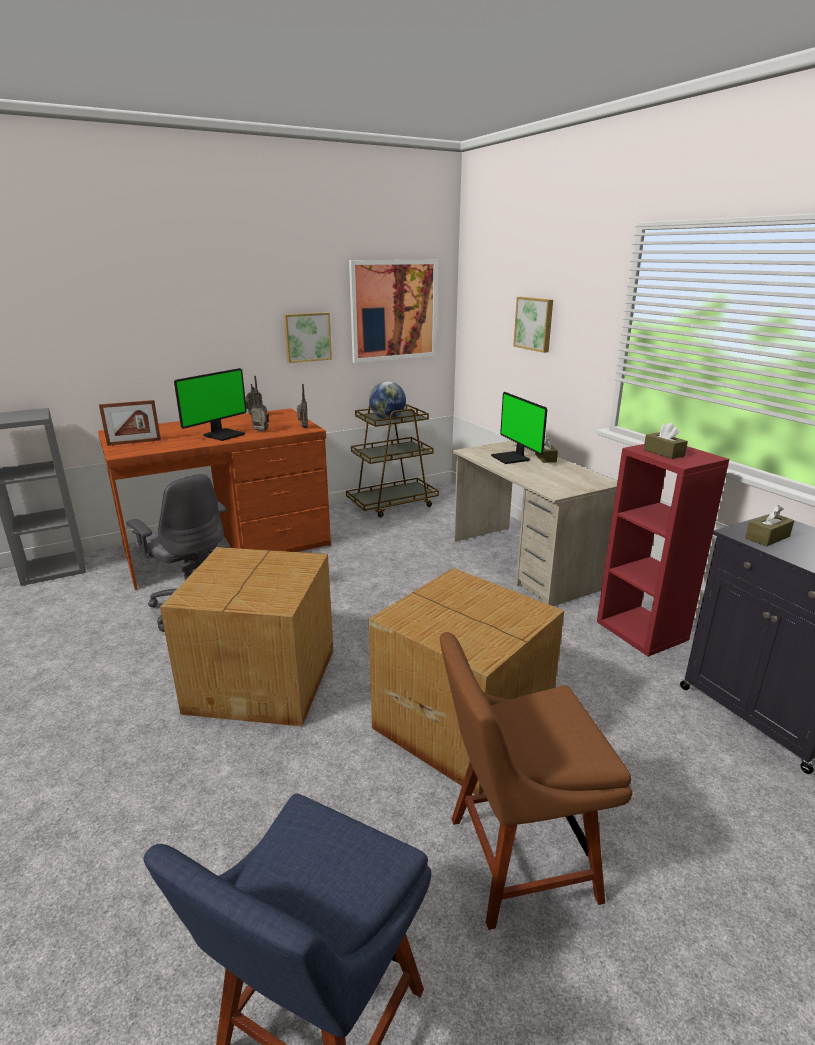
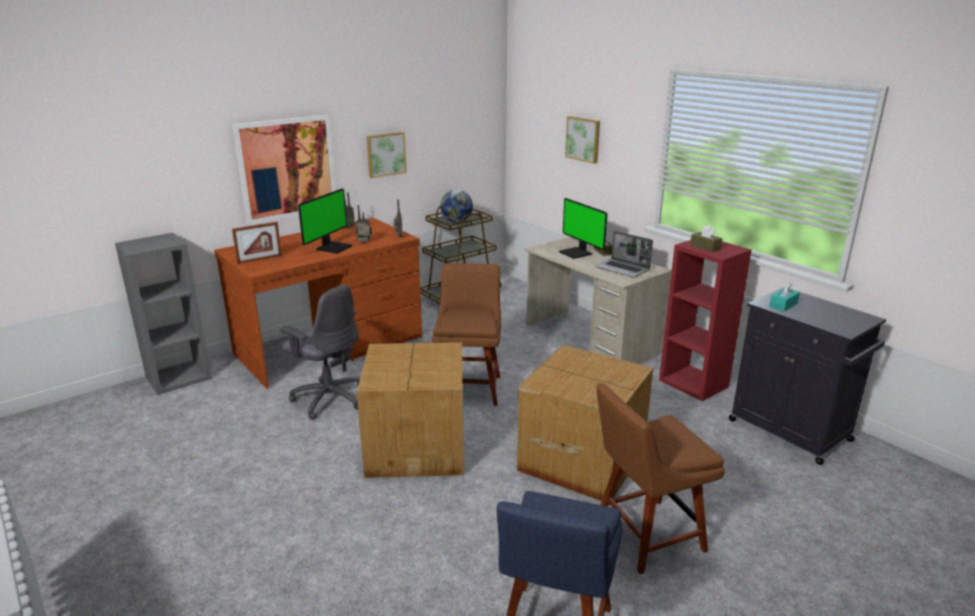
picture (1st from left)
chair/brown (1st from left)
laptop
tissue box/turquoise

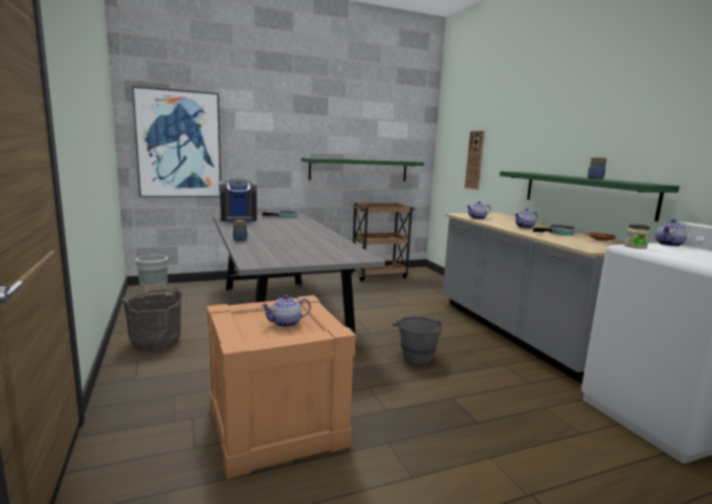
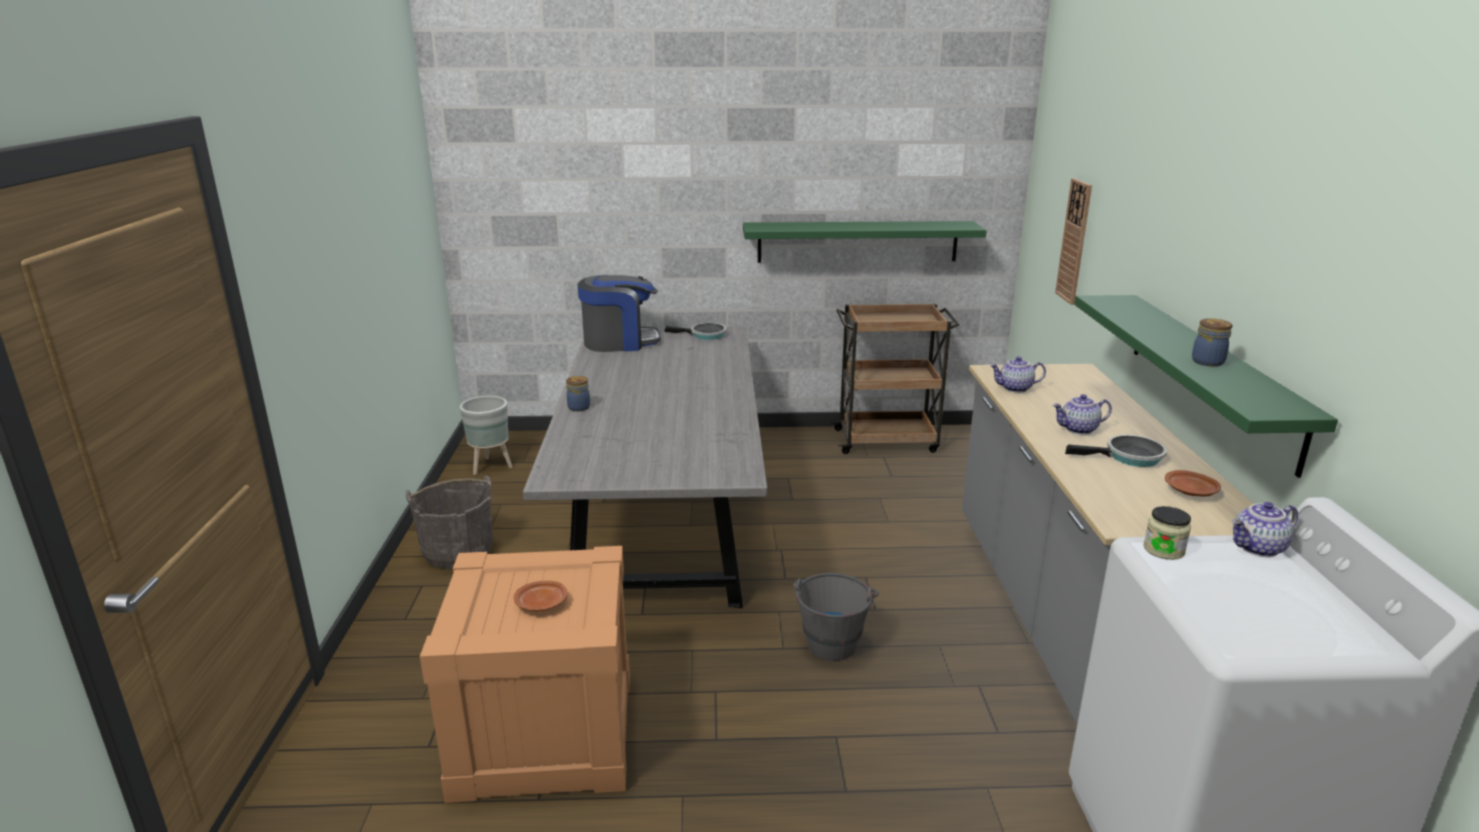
plate/brown (1st from left)
coffee machine
picture

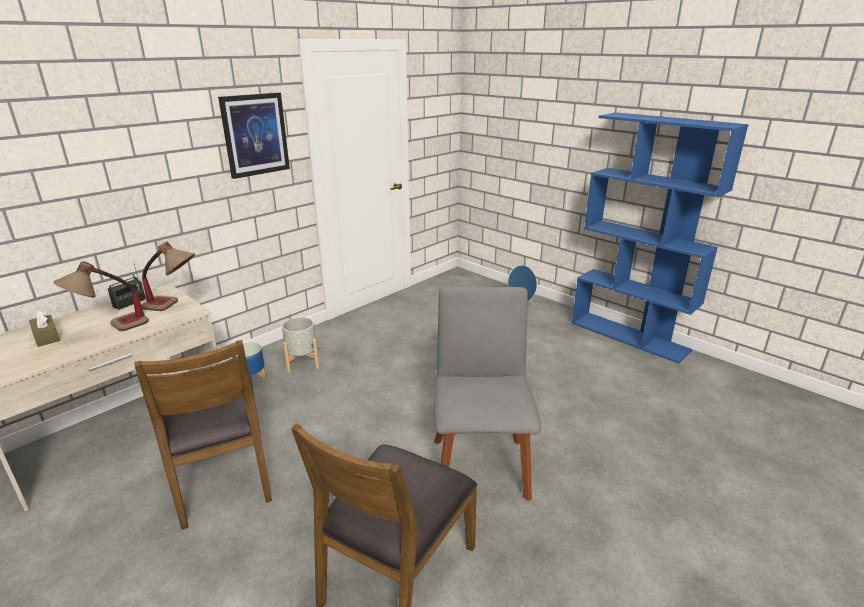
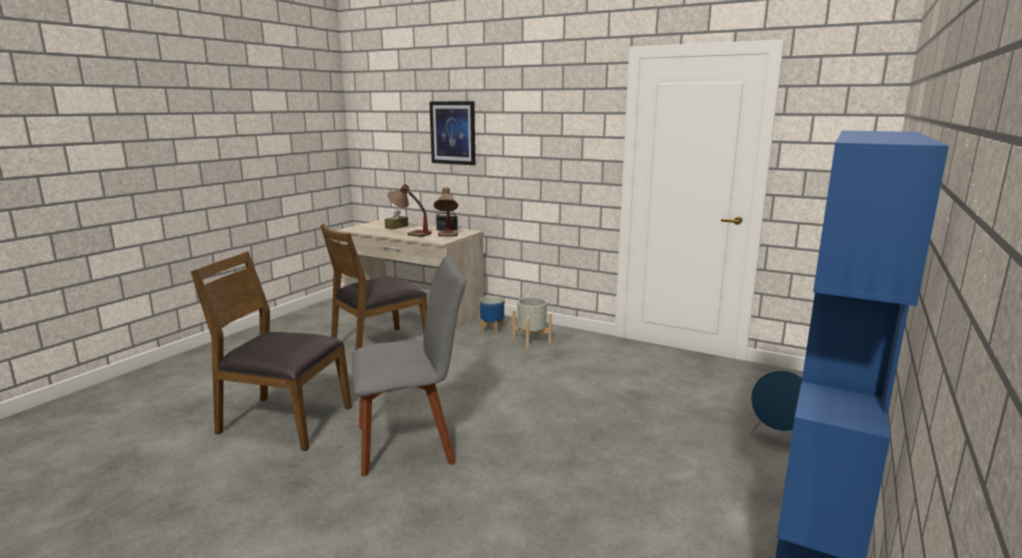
picture

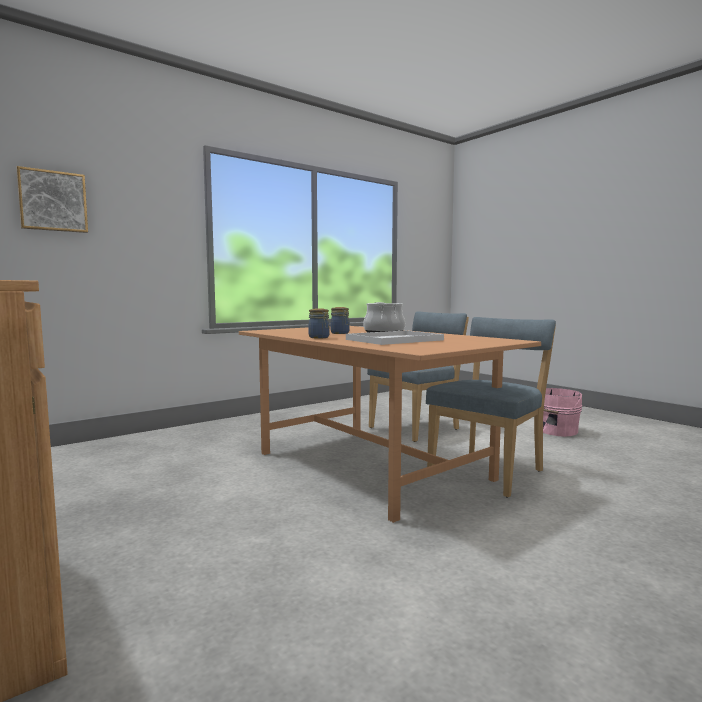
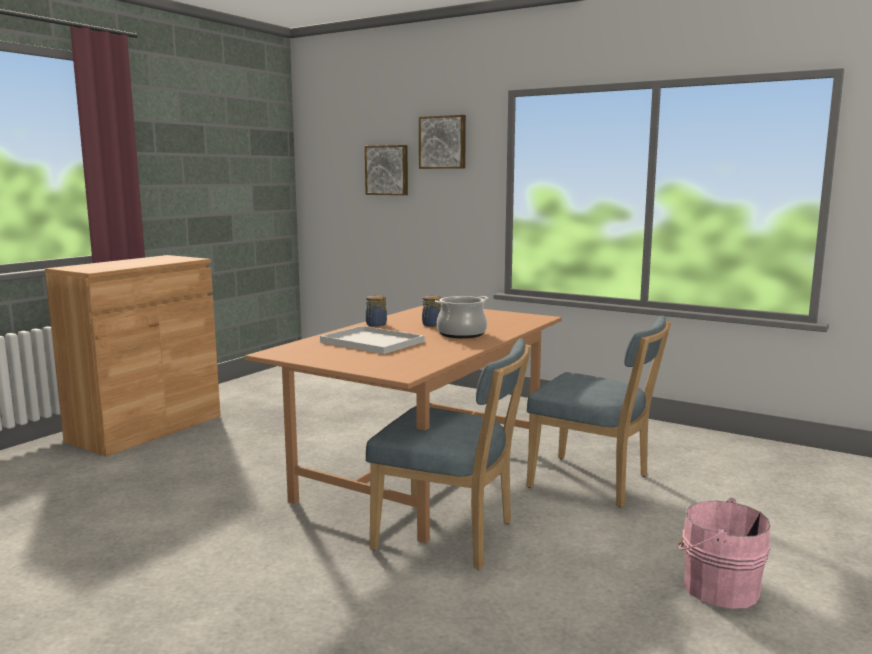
picture (2nd from left)

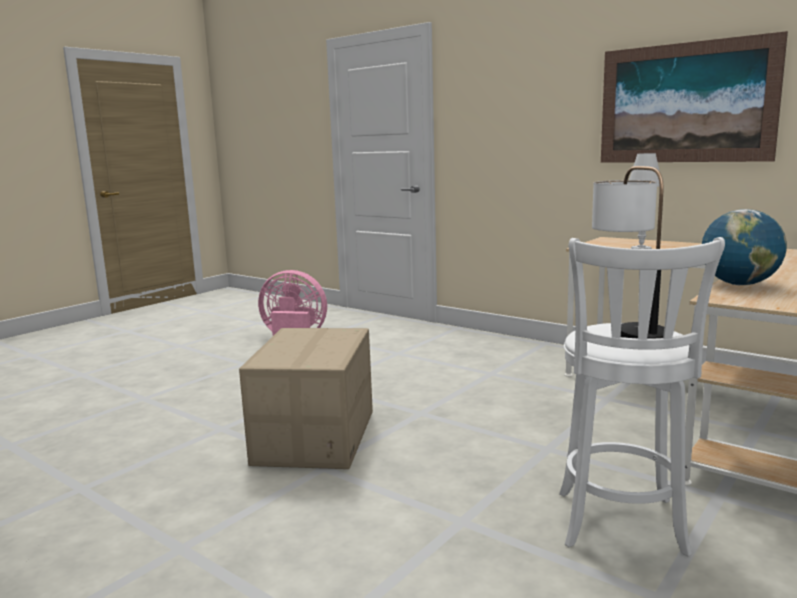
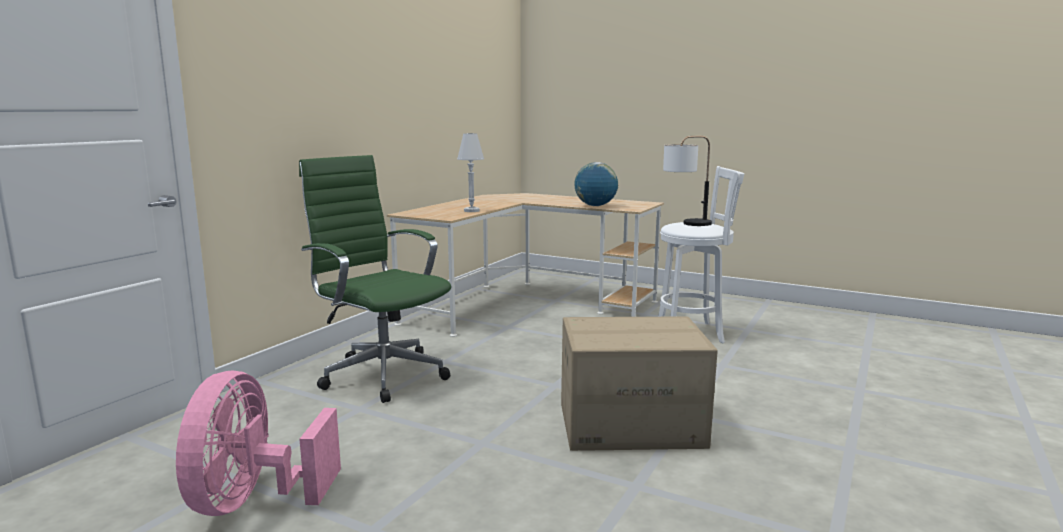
office chair/green
picture

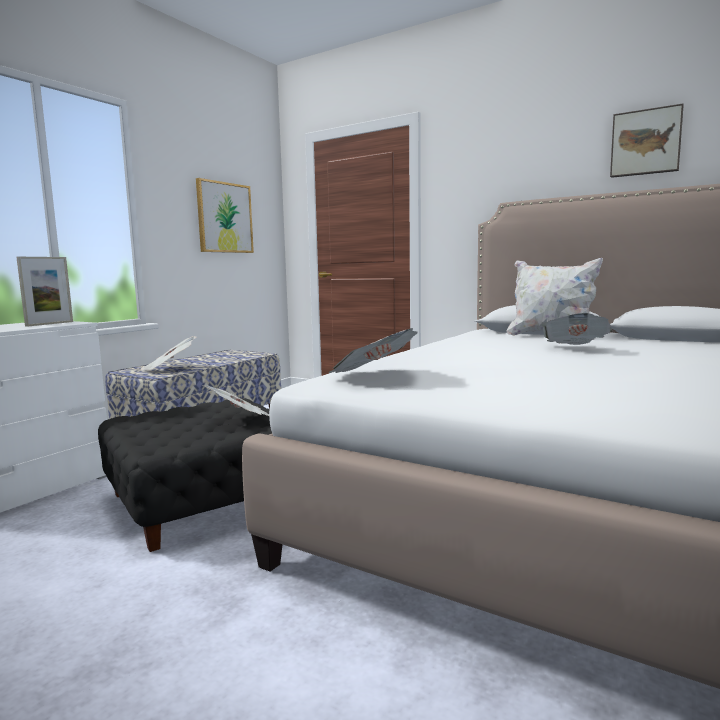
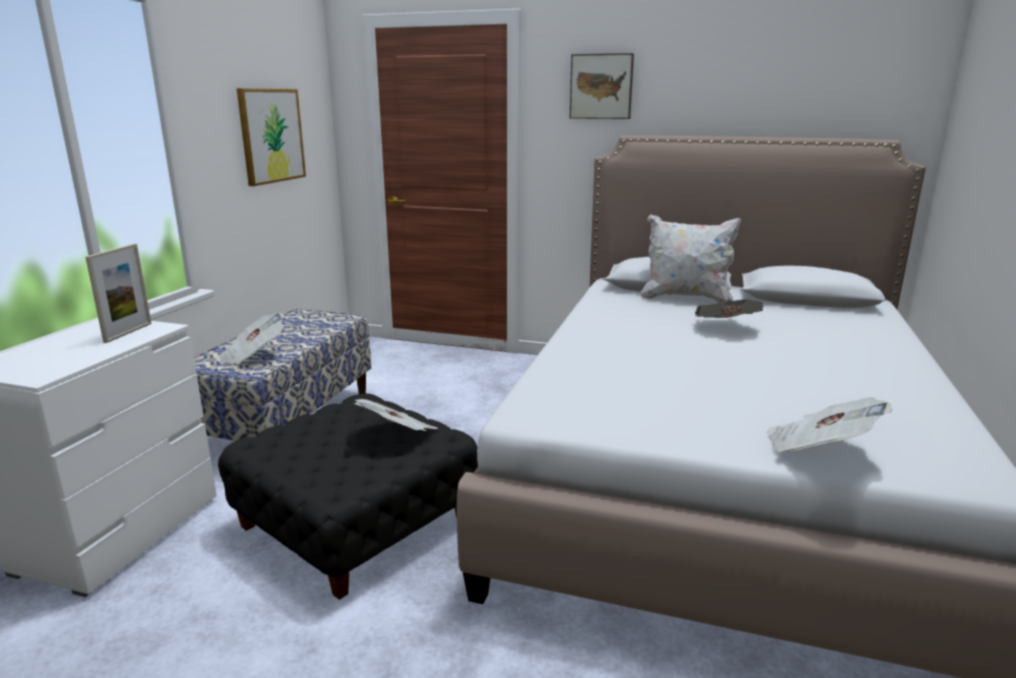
picture (2nd from left)
newspaper (4th from left)

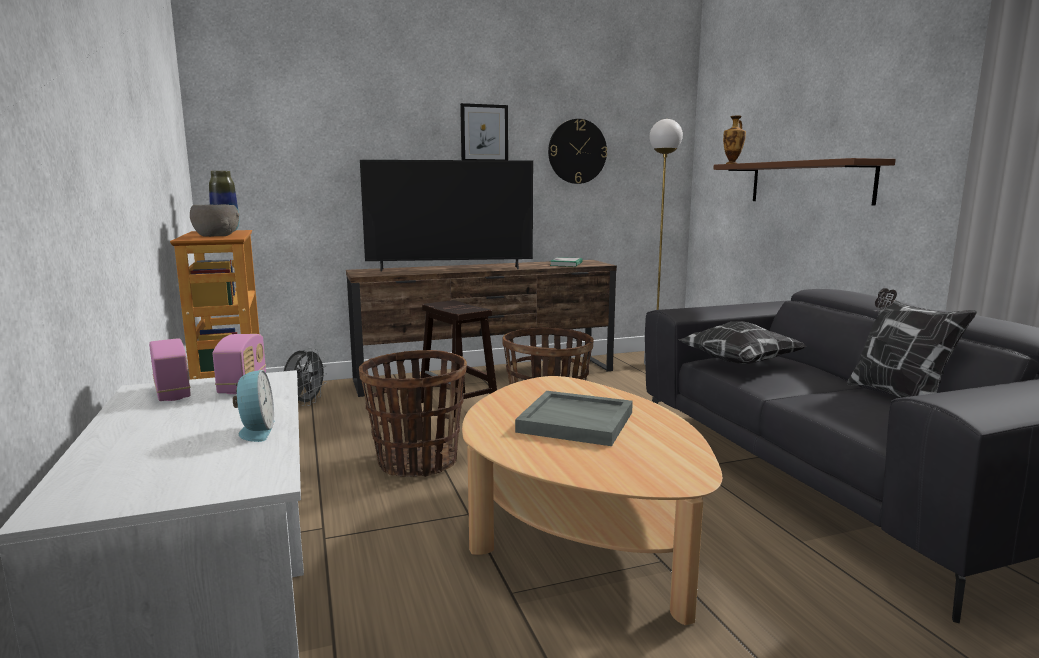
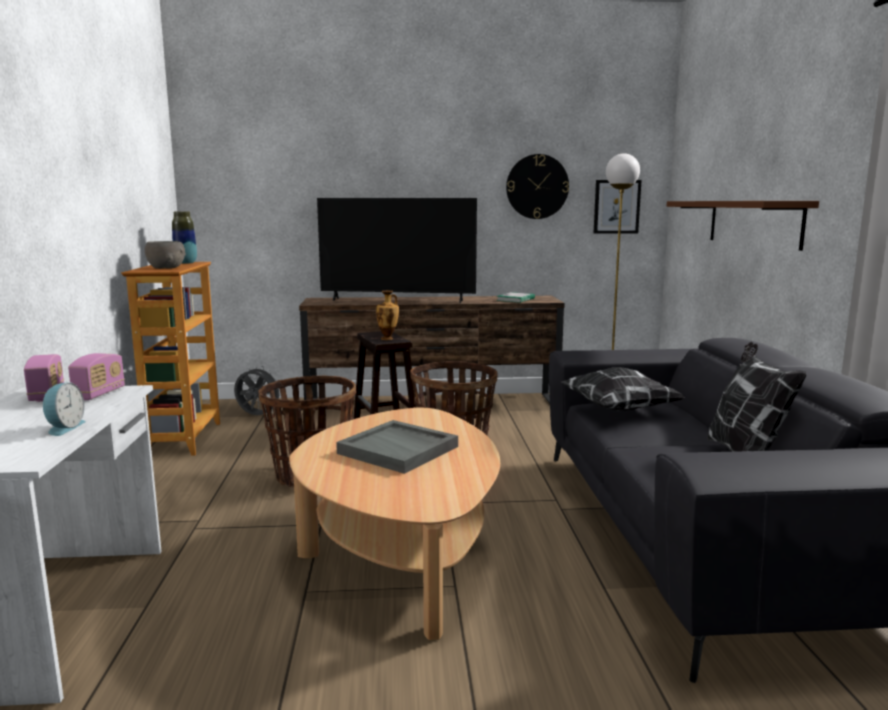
fan/grey
vase (2nd from left)
picture

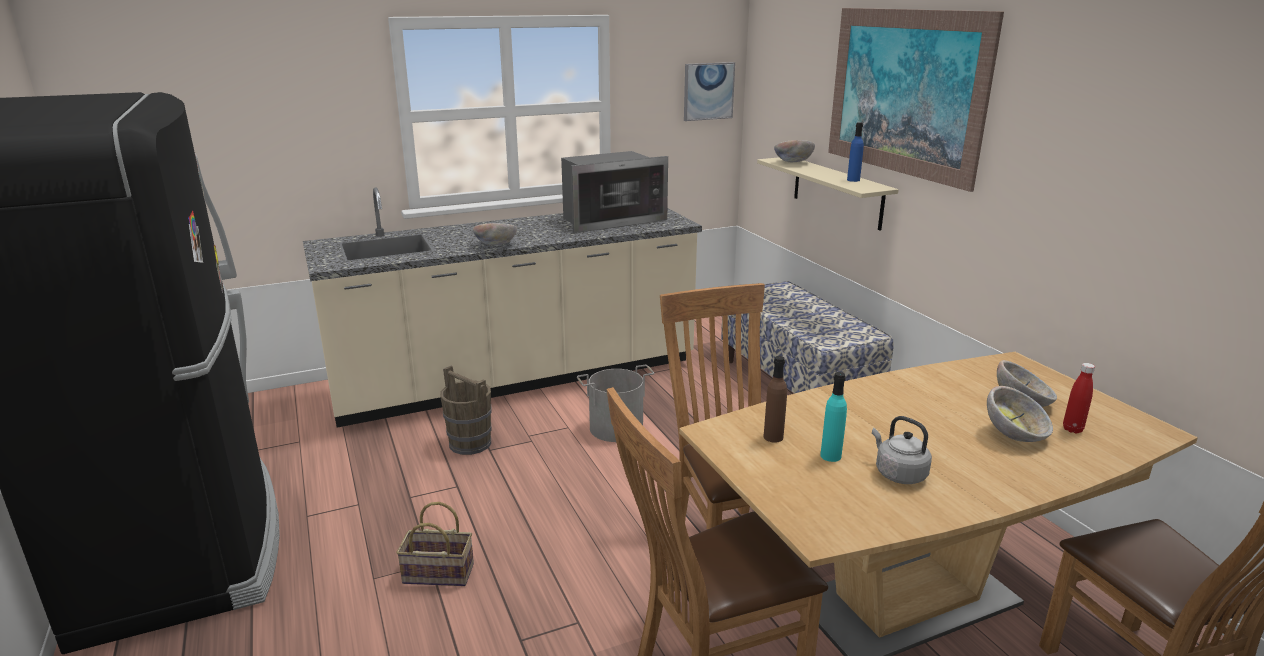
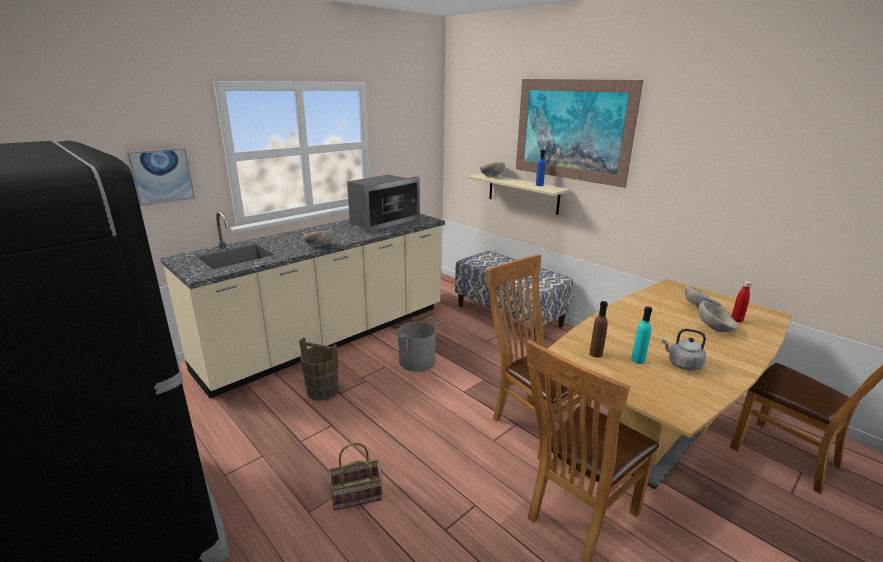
picture (1st from left)

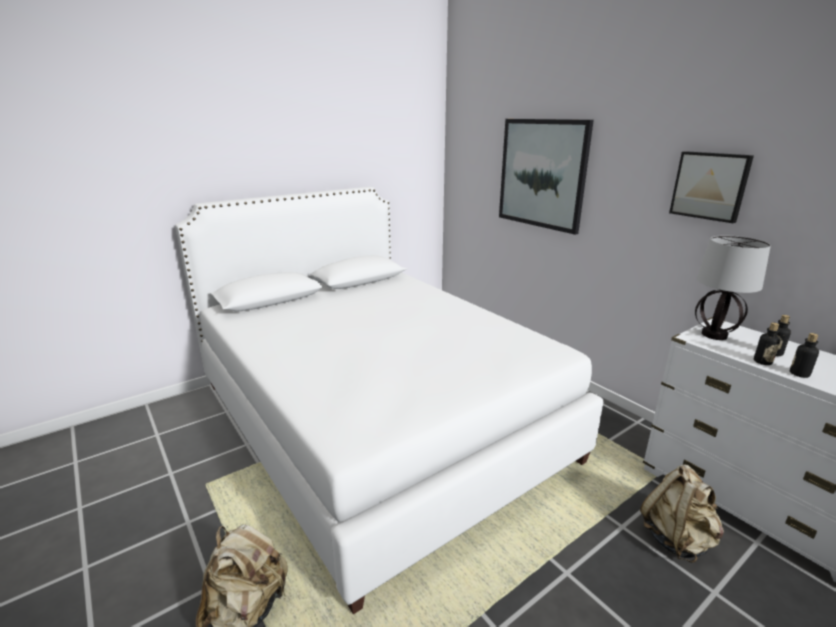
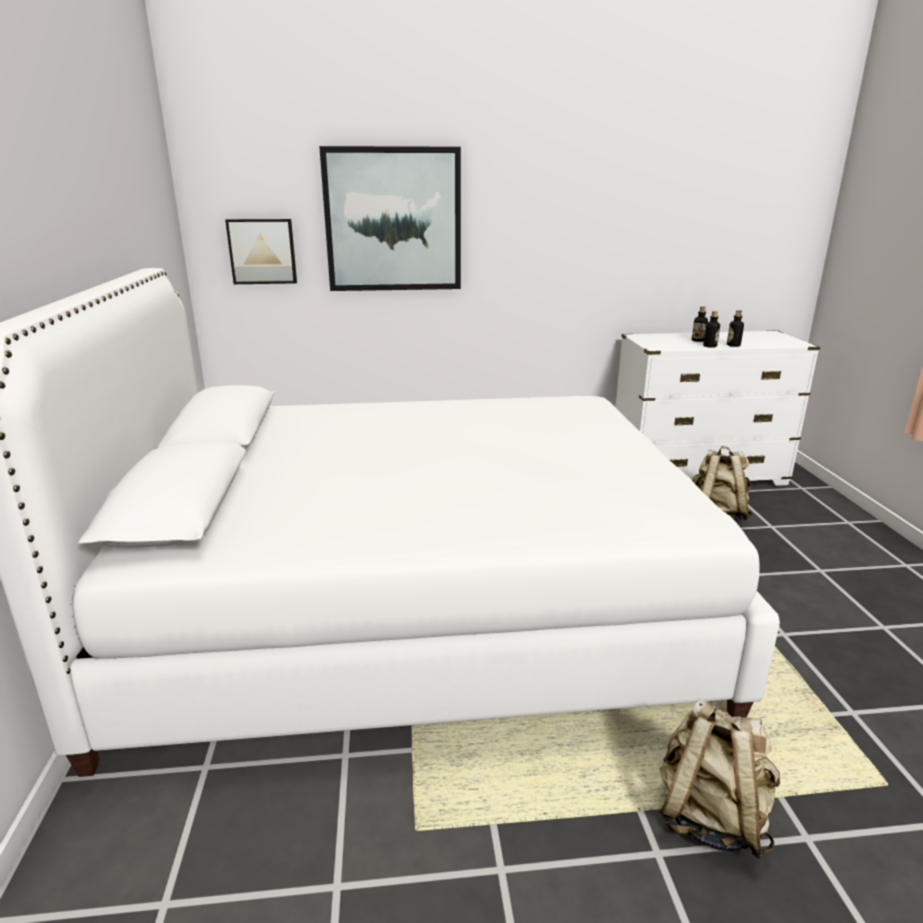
picture (1st from left)
table lamp

